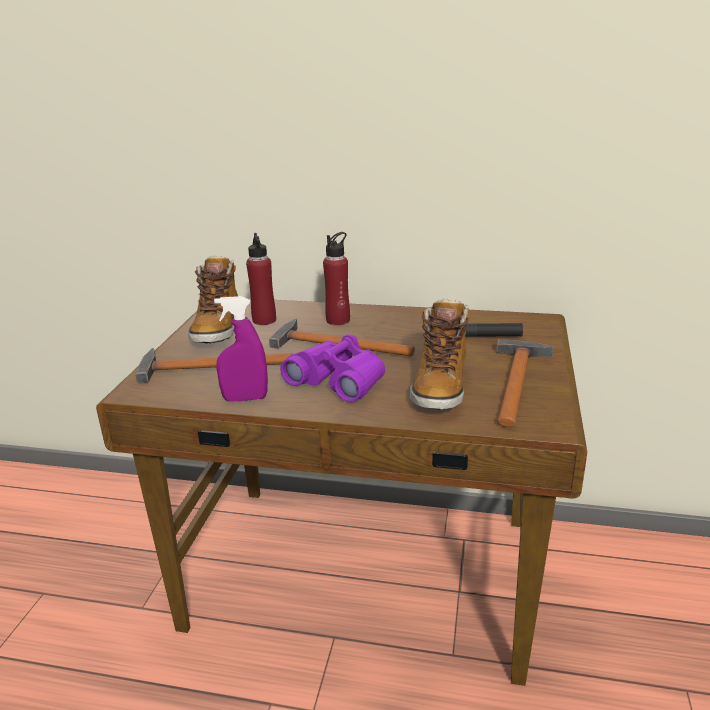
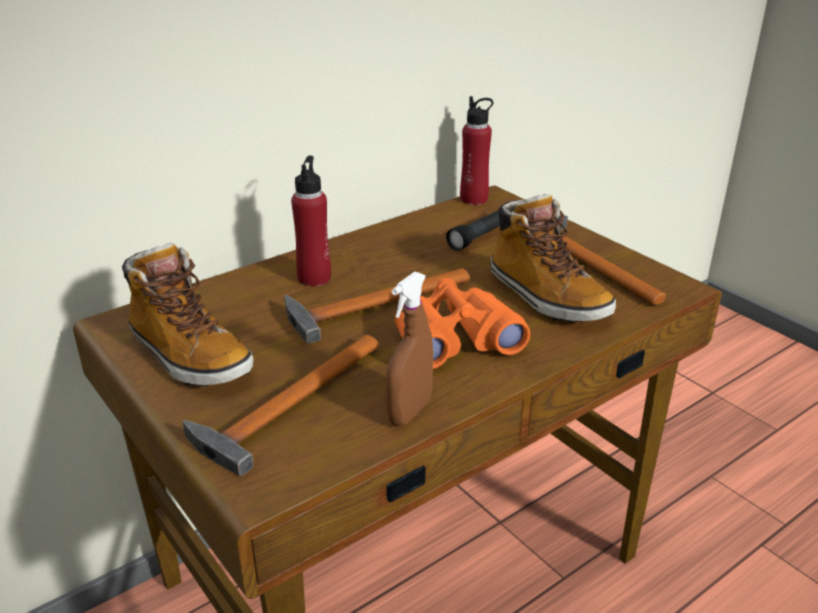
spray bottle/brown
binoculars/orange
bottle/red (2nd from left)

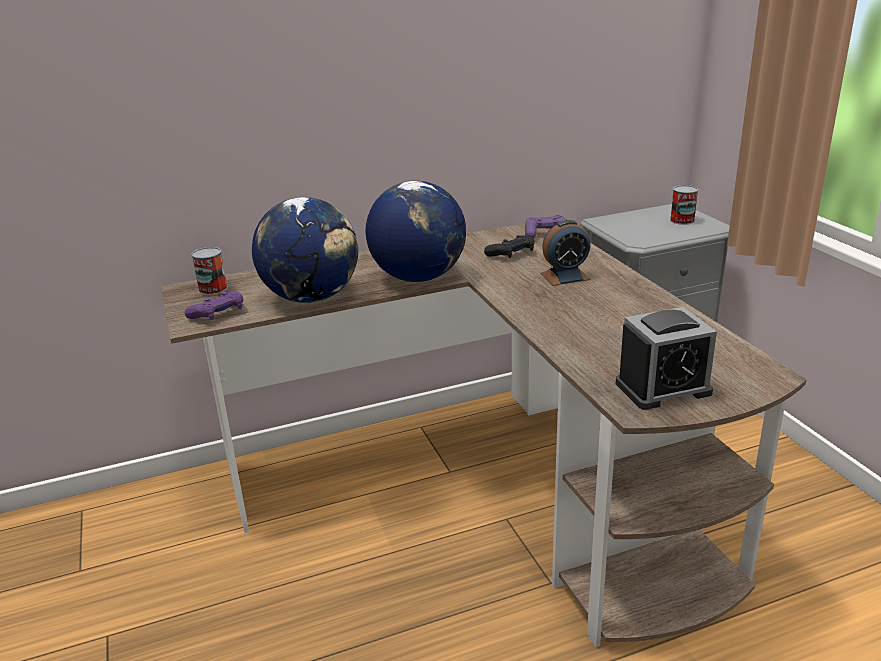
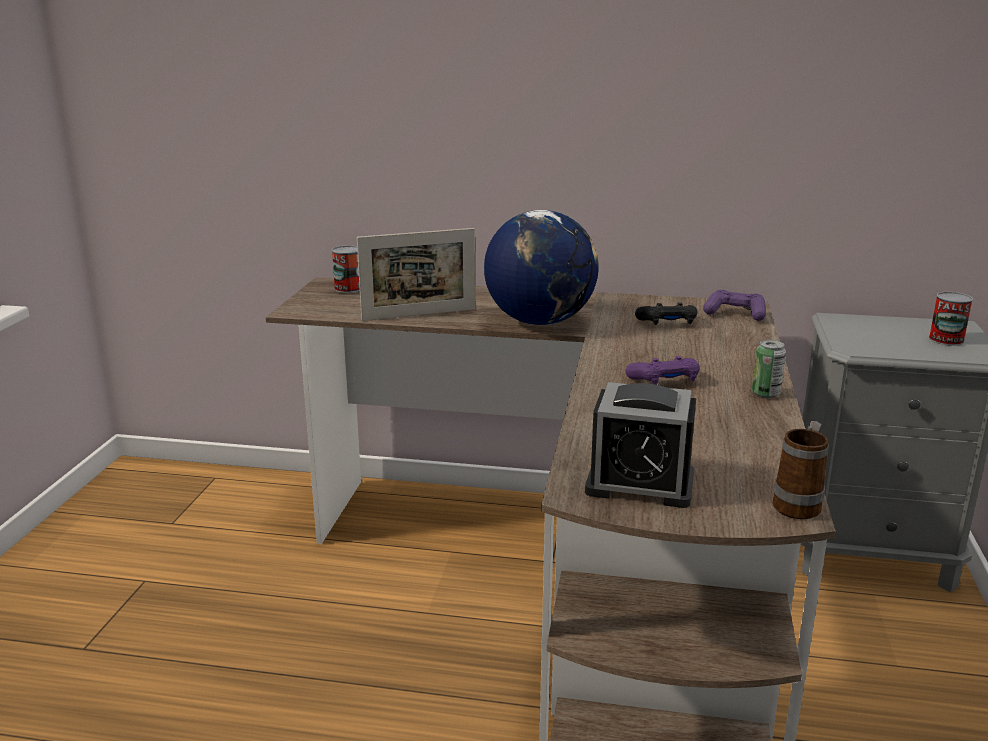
picture frame
game controller/purple (1st from left)
can (2nd from left)
mug
alarm clock (1st from left in the first image)

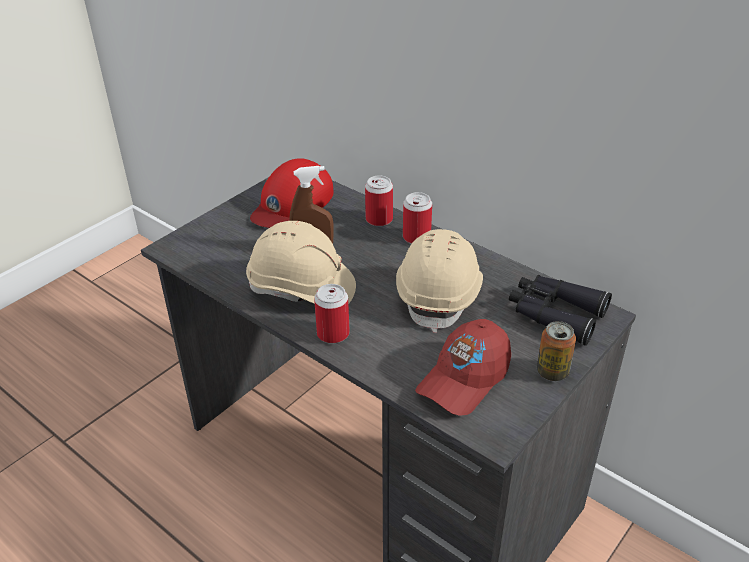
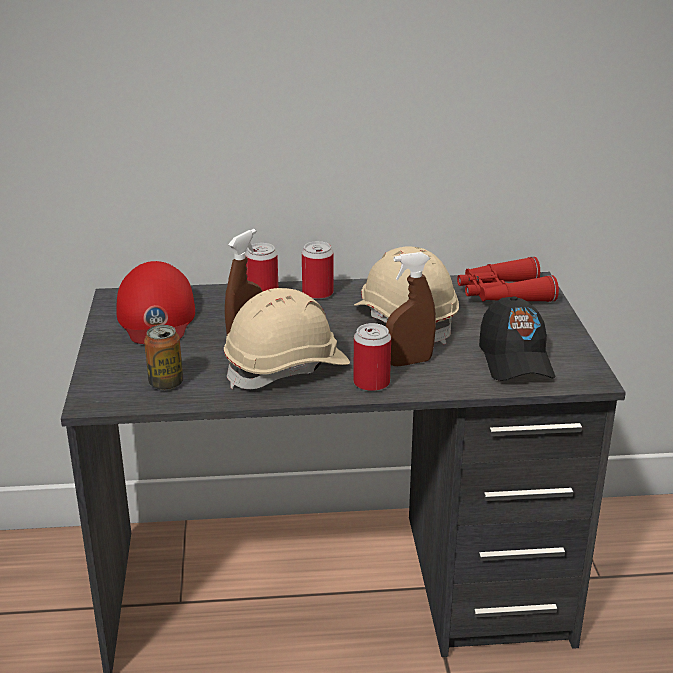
can (1st from left)
spray bottle/brown (2nd from left)
binoculars/red
cap/black

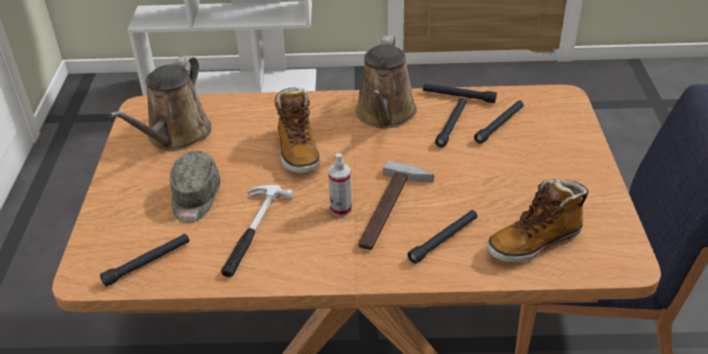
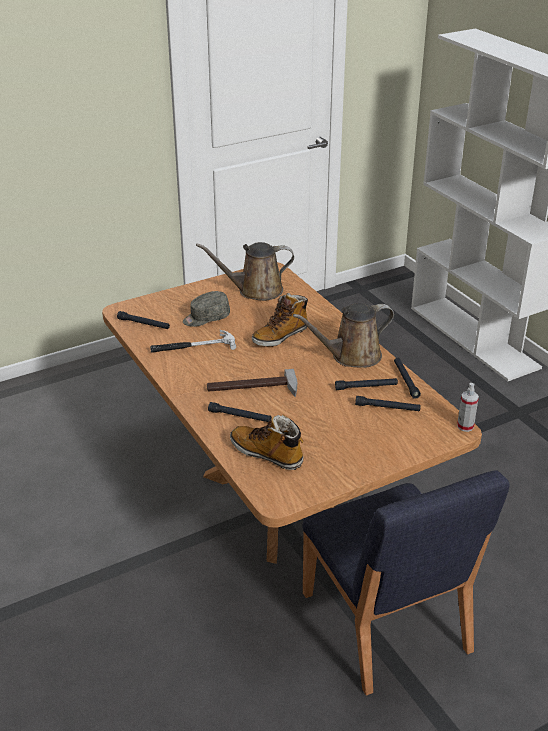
spray bottle

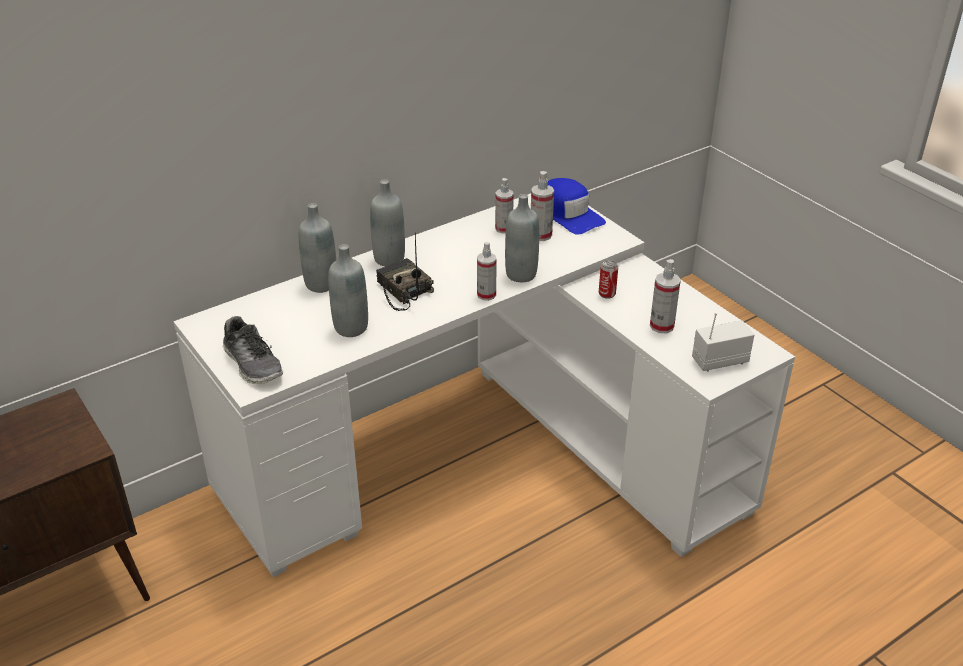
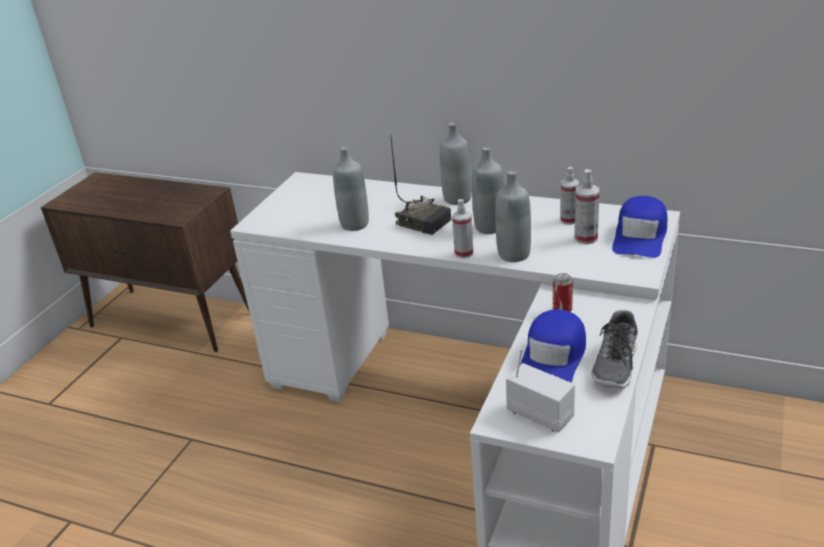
radio (1st from left)
bottle/grey (3rd from left)
cap/blue (1st from left)
shoe

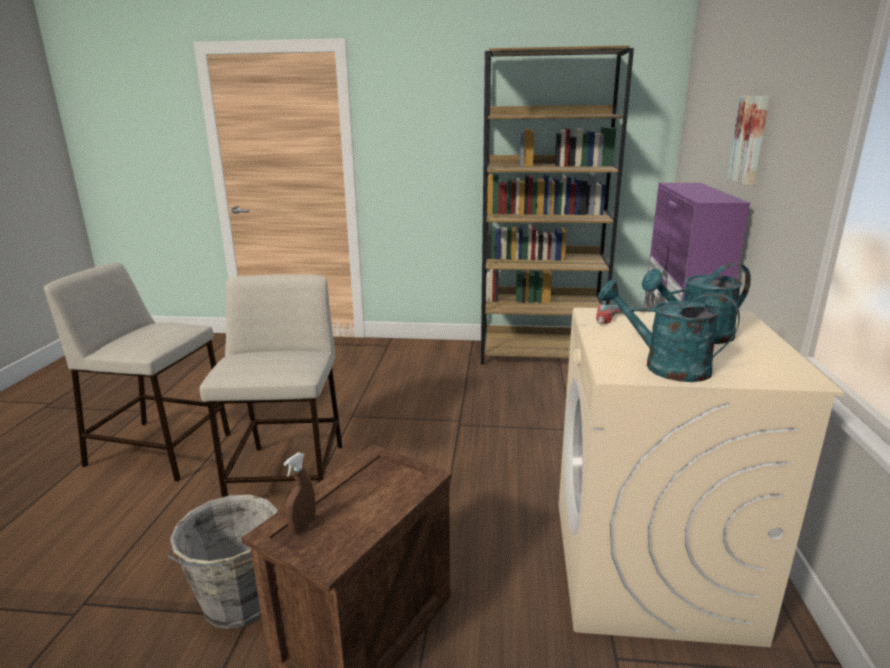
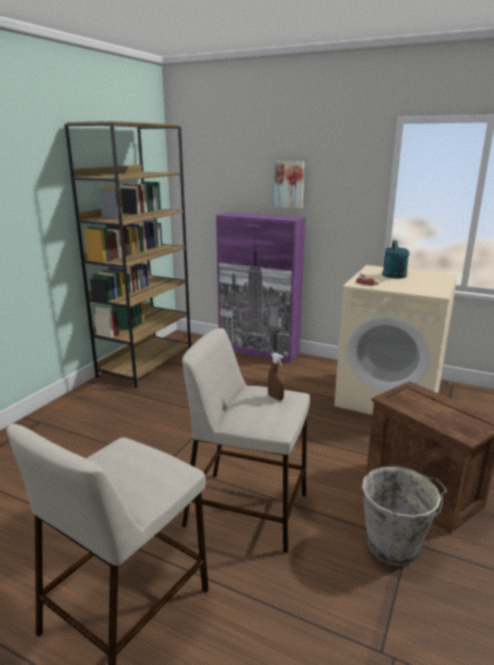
spray bottle/brown
watering can/turquoise (1st from left in the first image)

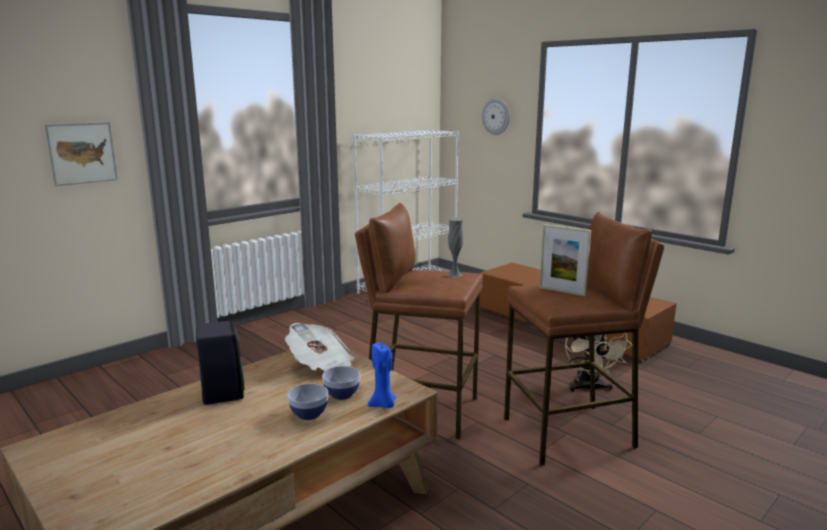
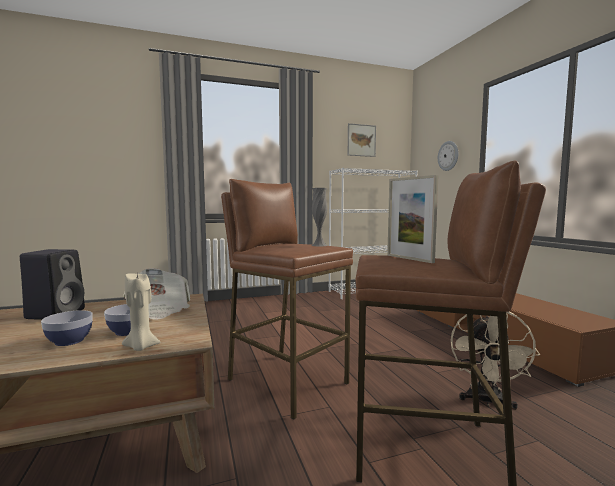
candle/beige
picture

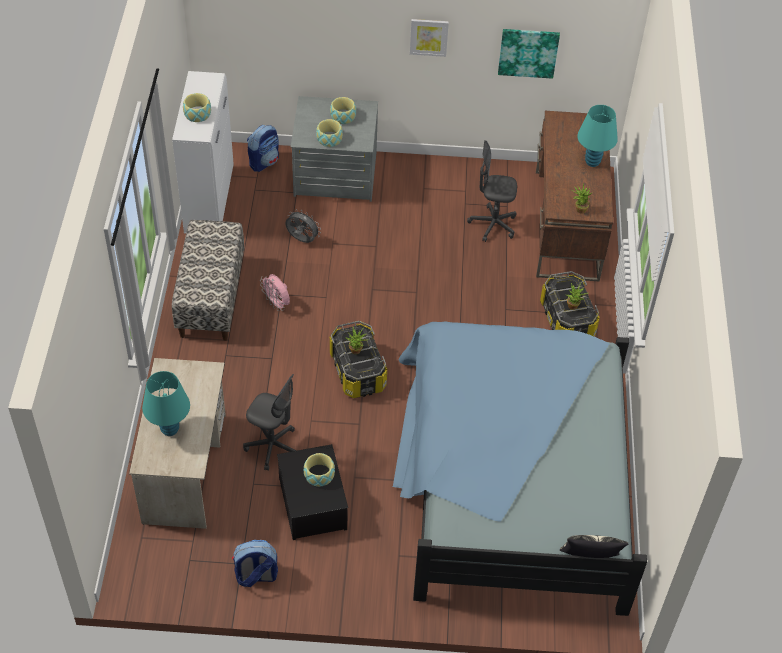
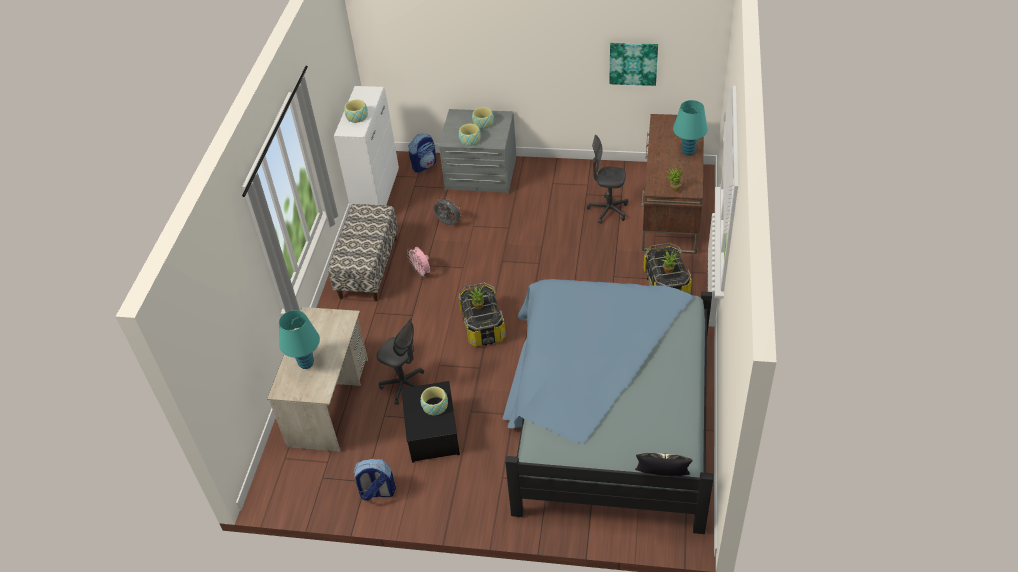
picture (1st from left in the first image)

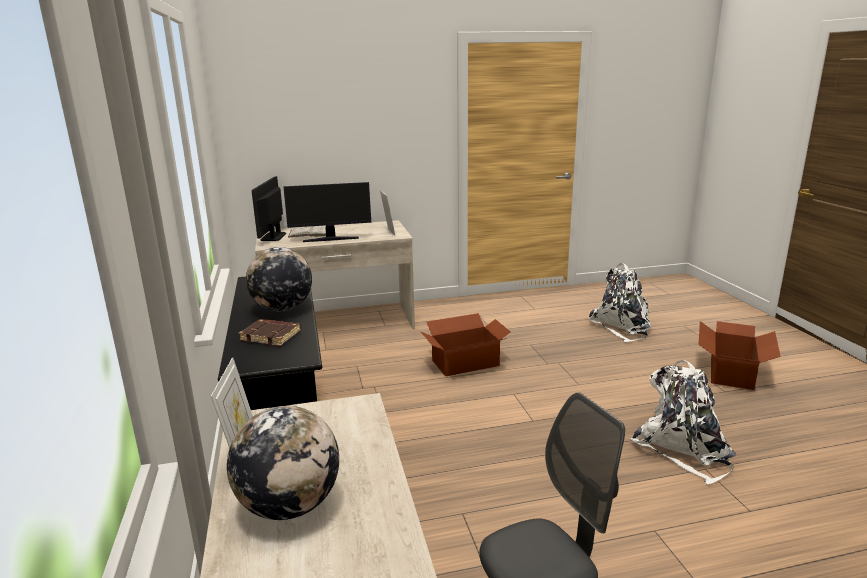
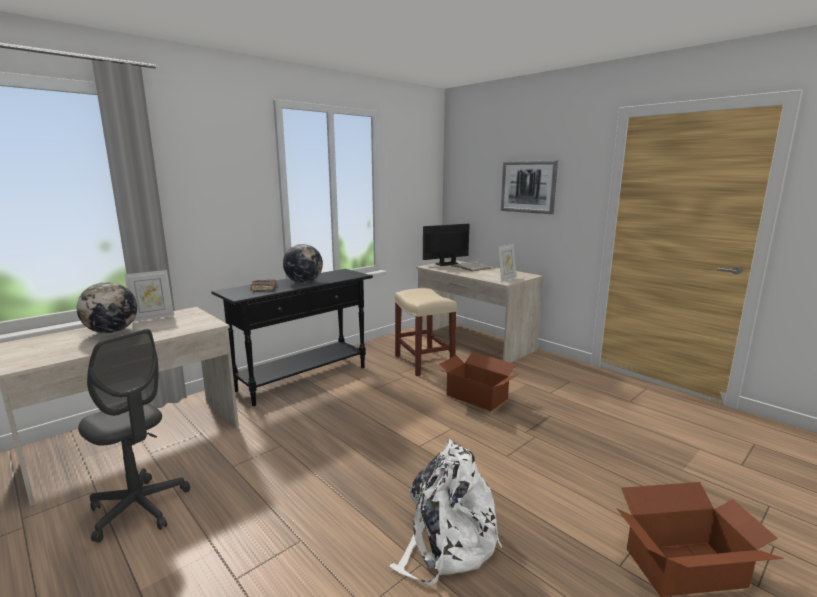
stool/beige
picture
monitor (2nd from left in the first image)
backpack/white (1st from left in the first image)

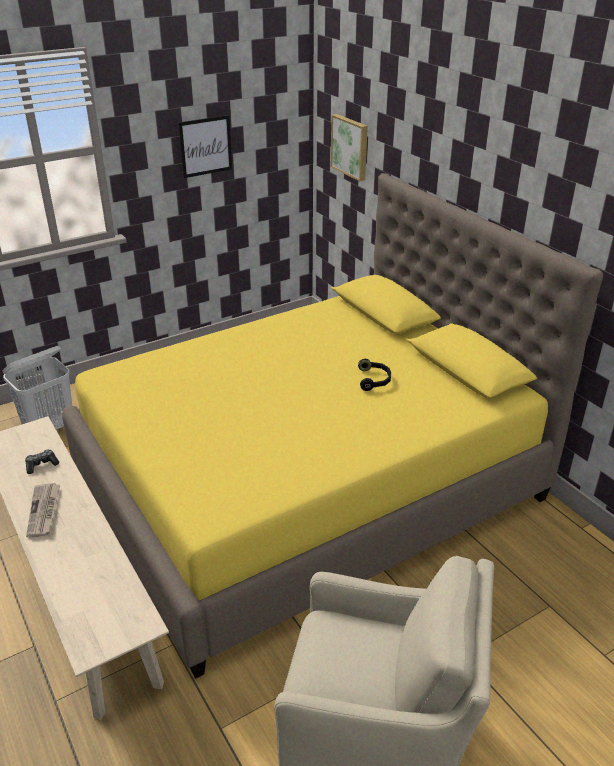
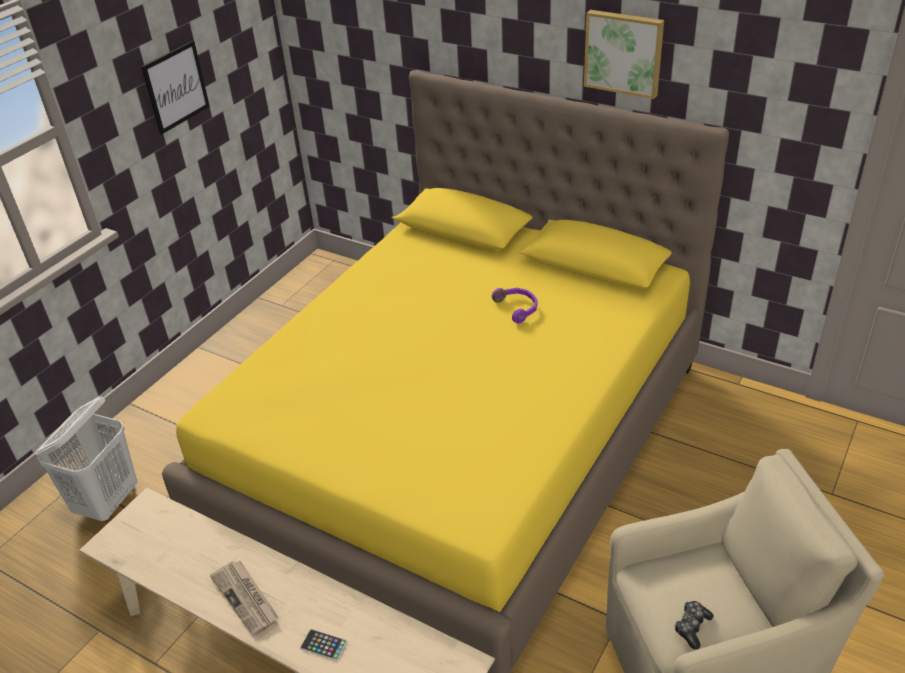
phone
headphones/purple
picture (2nd from left)
game controller

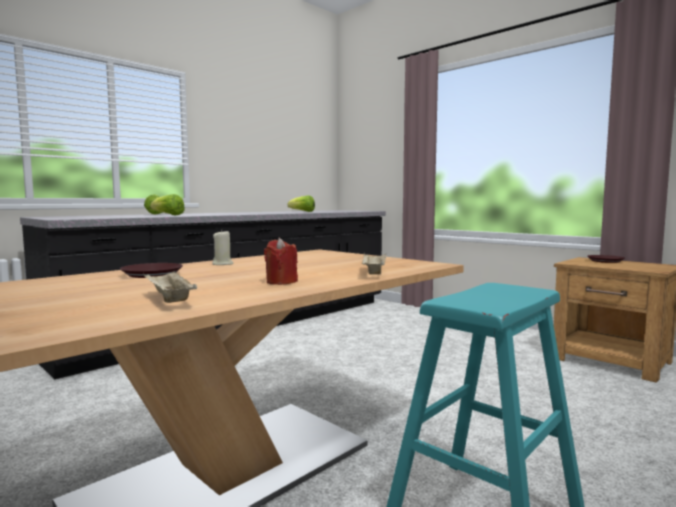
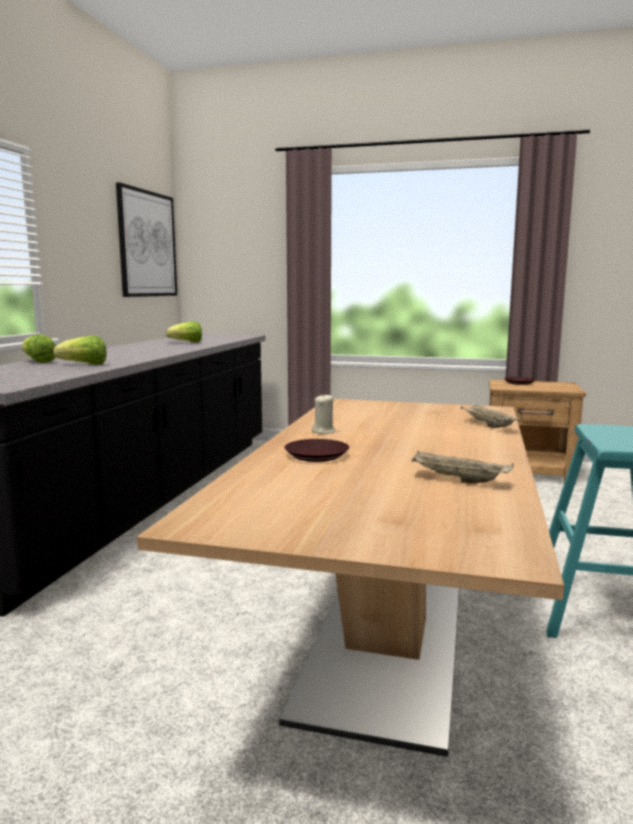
picture
candle/red

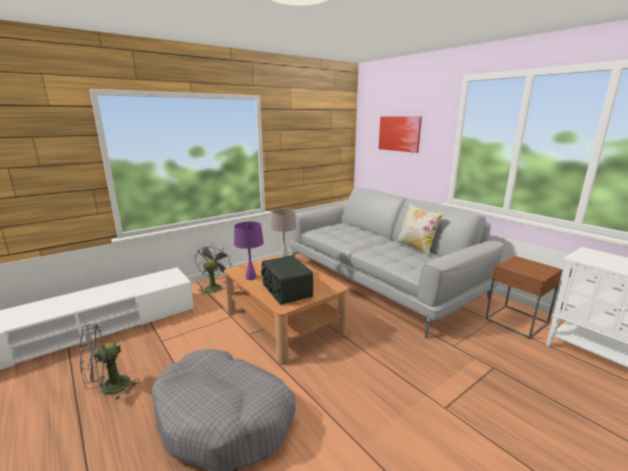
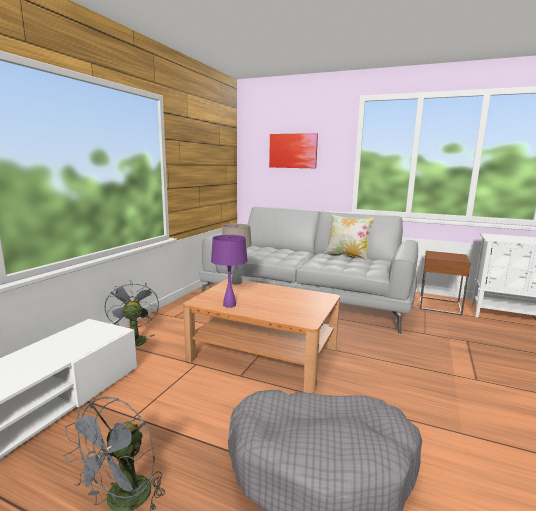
radio

